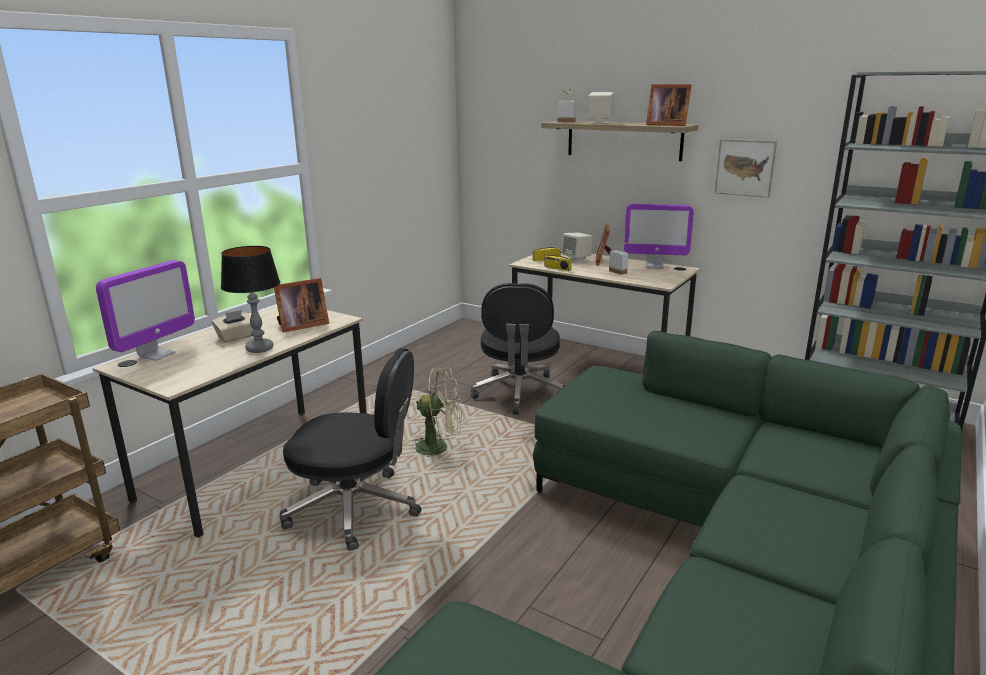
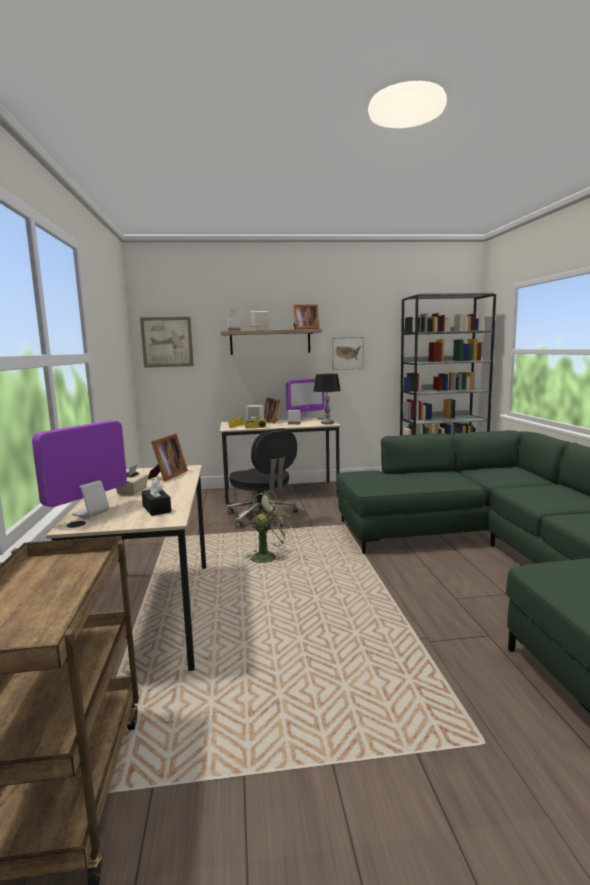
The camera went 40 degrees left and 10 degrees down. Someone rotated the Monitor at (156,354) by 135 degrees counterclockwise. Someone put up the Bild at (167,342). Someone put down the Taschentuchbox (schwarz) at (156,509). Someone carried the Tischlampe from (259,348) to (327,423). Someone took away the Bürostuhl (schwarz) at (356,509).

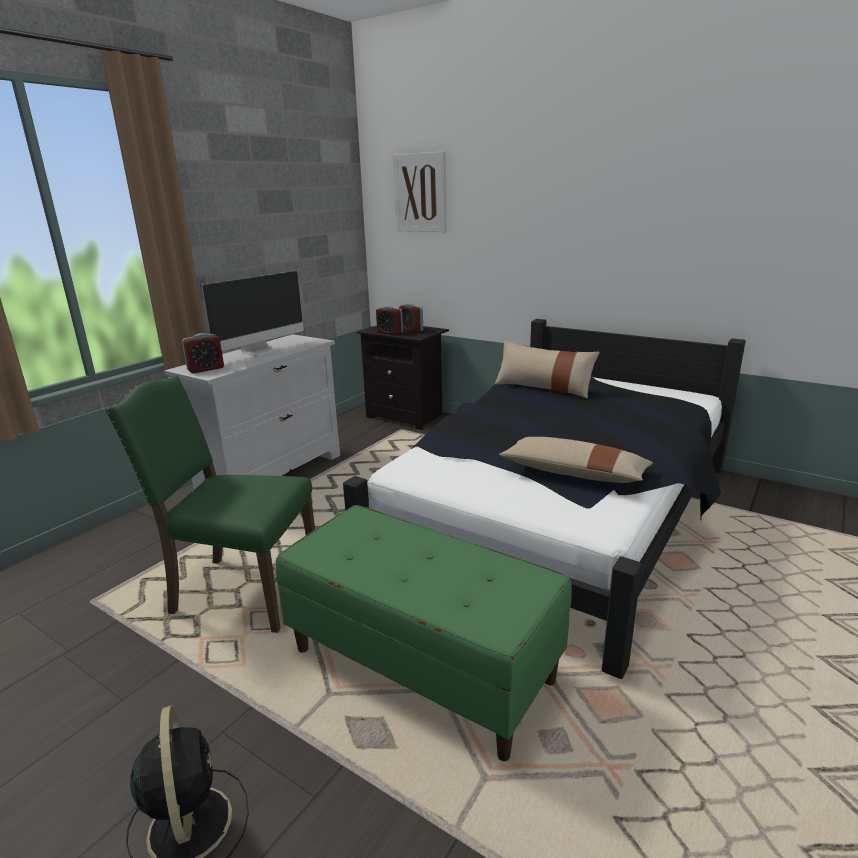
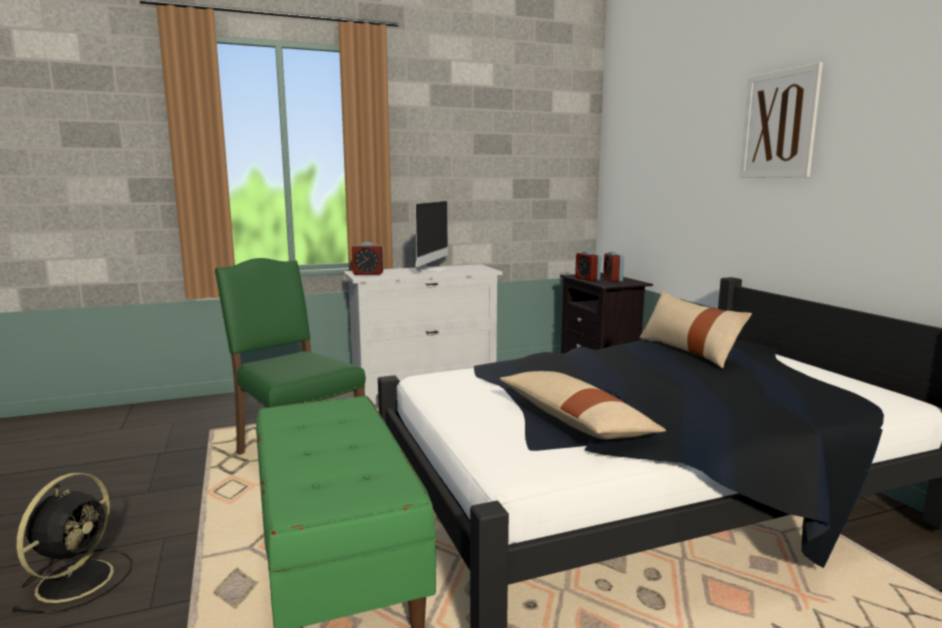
The camera went 35 degrees right and 10 degrees down. Someone rotated the Monitor at (262,350) by 60 degrees counterclockwise. Someone carried the Bild from (420,193) to (779,124).

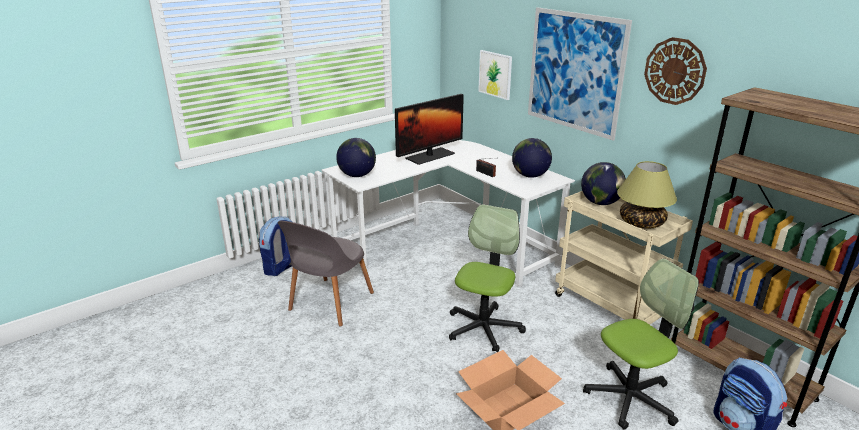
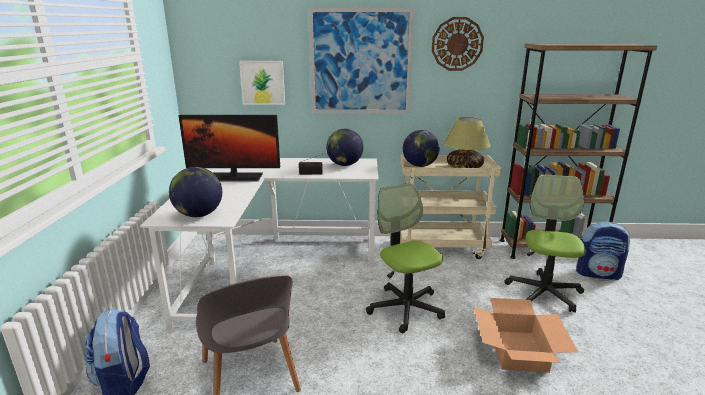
The camera went 50 degrees left and 5 degrees down. Someone rotated the Monitor at (430,156) by 90 degrees clockwise.

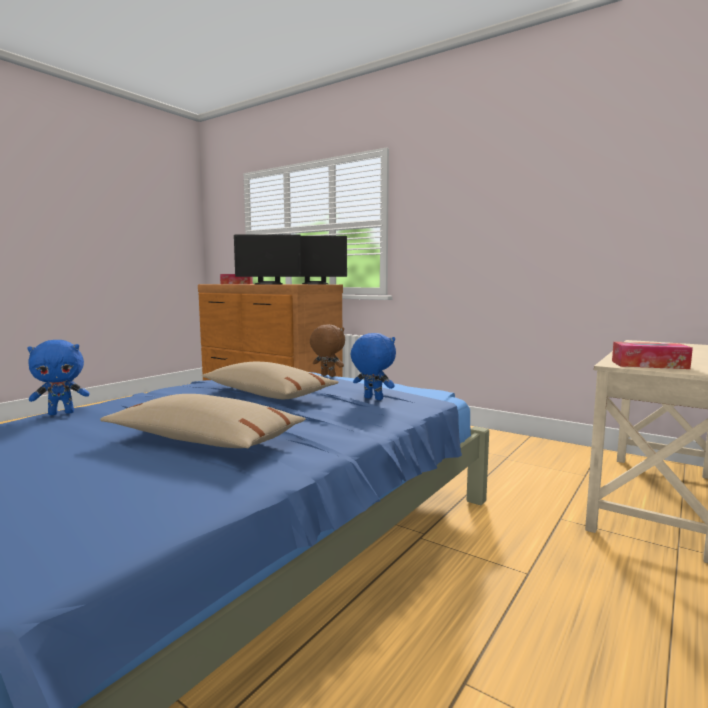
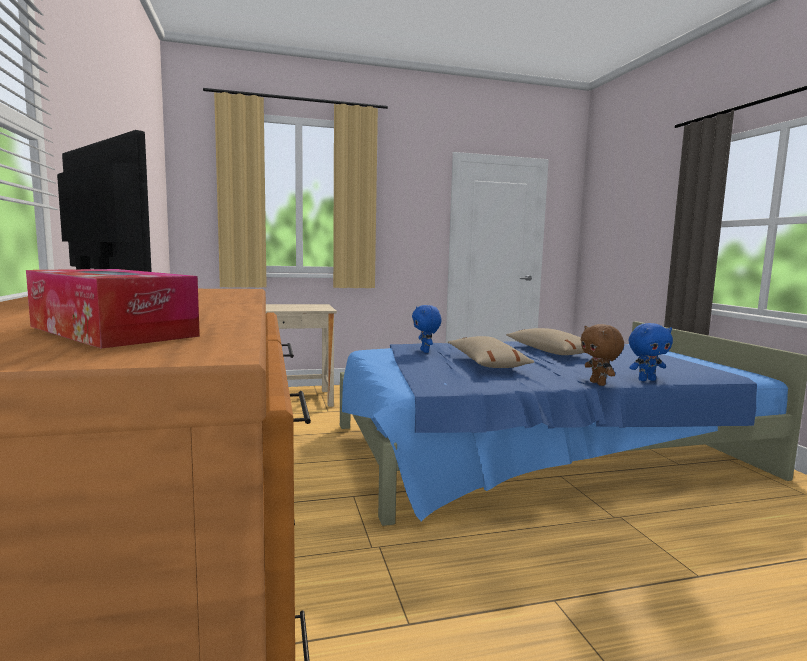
The camera went 140 degrees left and 0 degrees up. Someone carried the Plüschtier (braun) from (327,376) to (598,383). Someone rotated the Plüschtier (blau) at (61,413) by 150 degrees clockwise. Someone took away the Monitor at (269,284). Someone took away the Taschentuchbox at (649,365).

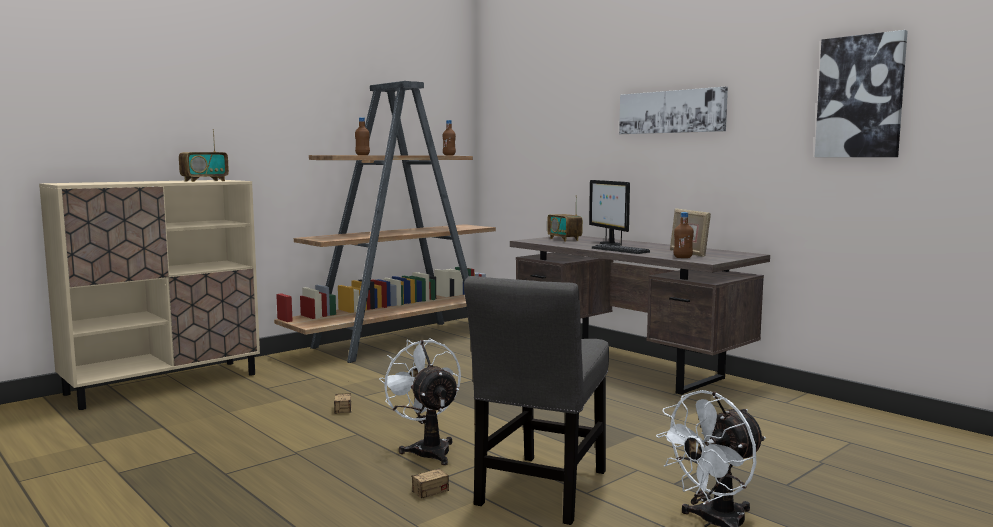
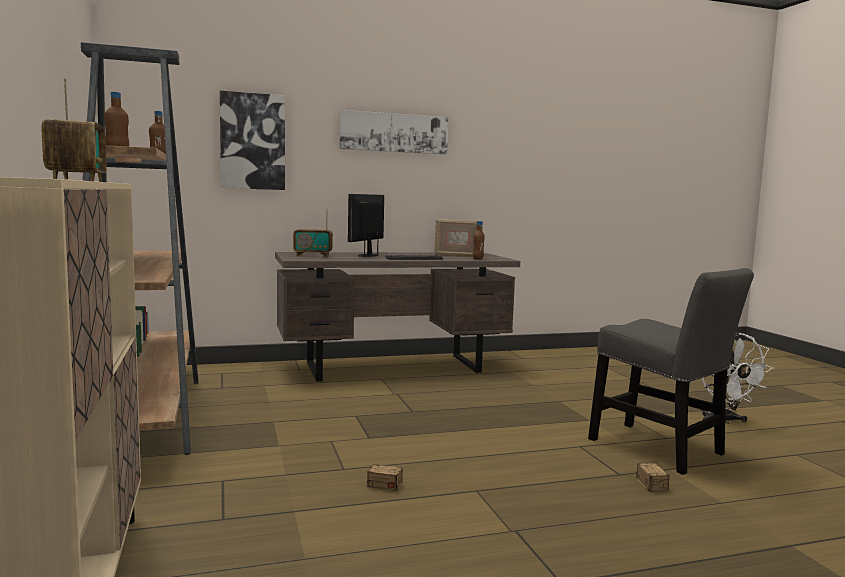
The camera went 65 degrees left and 0 degrees up. Someone carried the Bild from (860,97) to (252,141). Someone rotated the Monitor at (609,244) by 105 degrees clockwise. Someone took away the Ventilator (weiß) at (427,449).

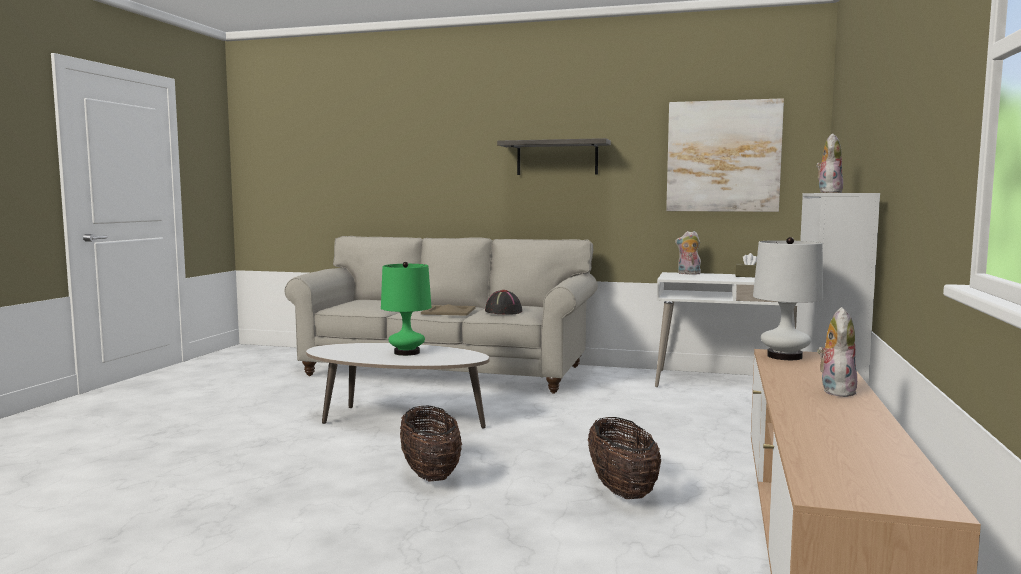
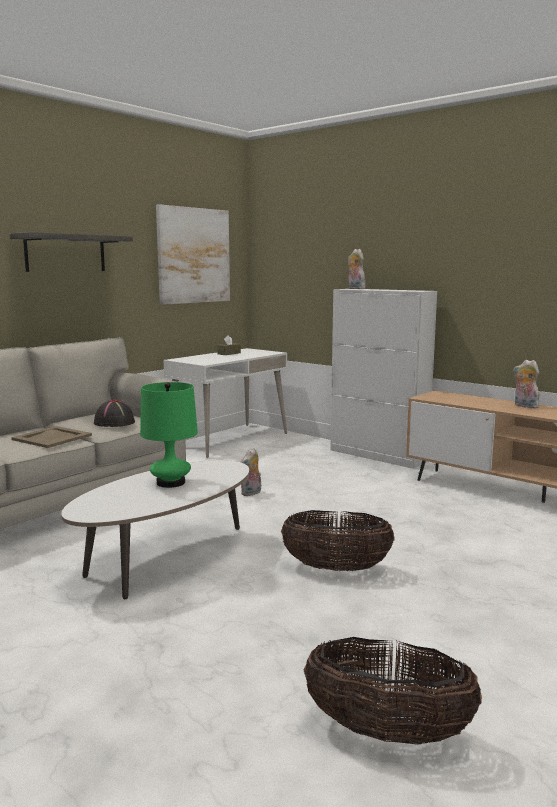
The camera went 65 degrees left and 5 degrees up. Someone carried the Plüschtier from (688,274) to (251,493). Someone carried the Korb from (622,490) to (387,732). Someone took away the Tischlampe (weiß) at (784,356).

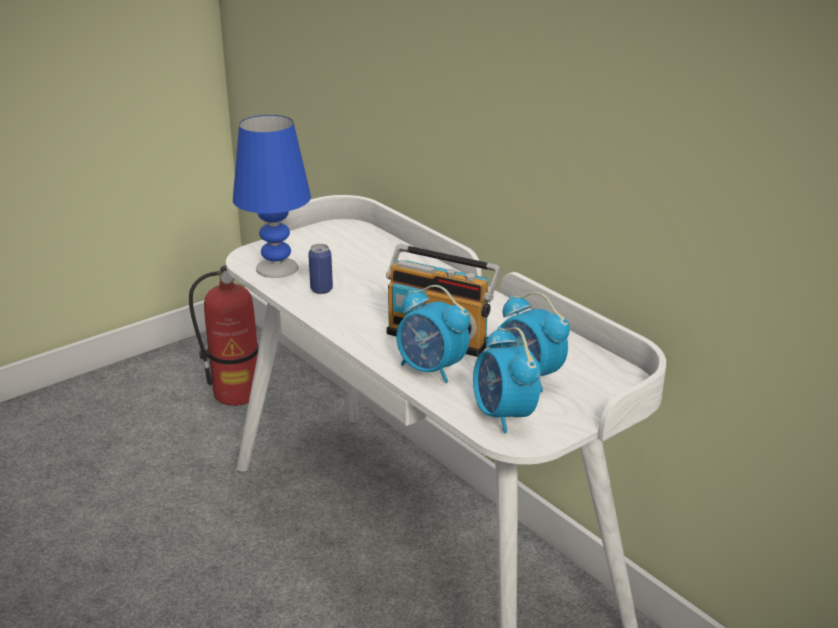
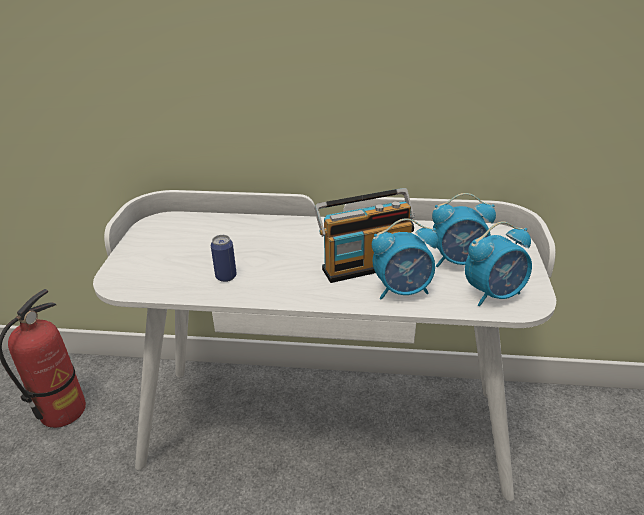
The camera went 45 degrees left and 5 degrees up. Someone rotated the Wecker at (503,415) by 45 degrees counterclockwise. Someone took away the Tischlampe (blau) at (276,268).

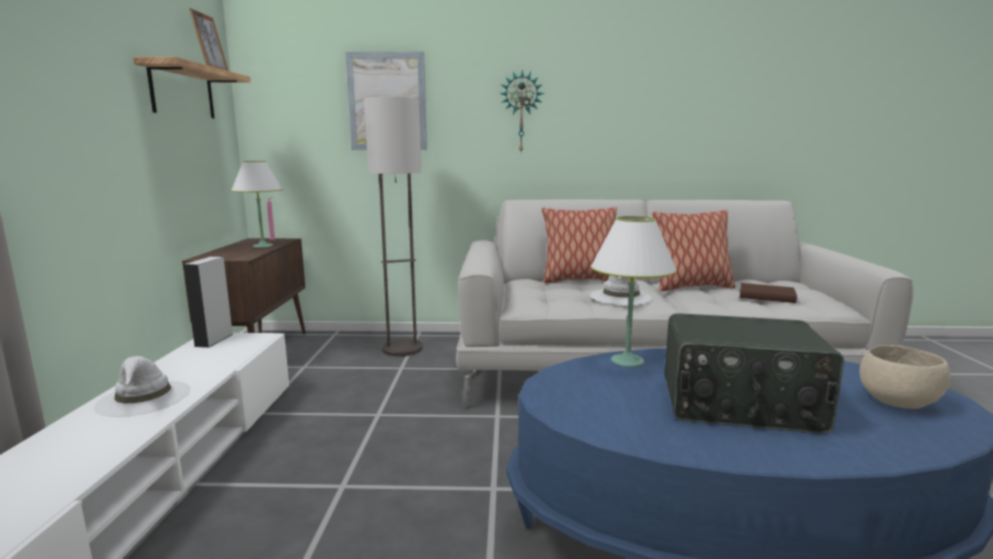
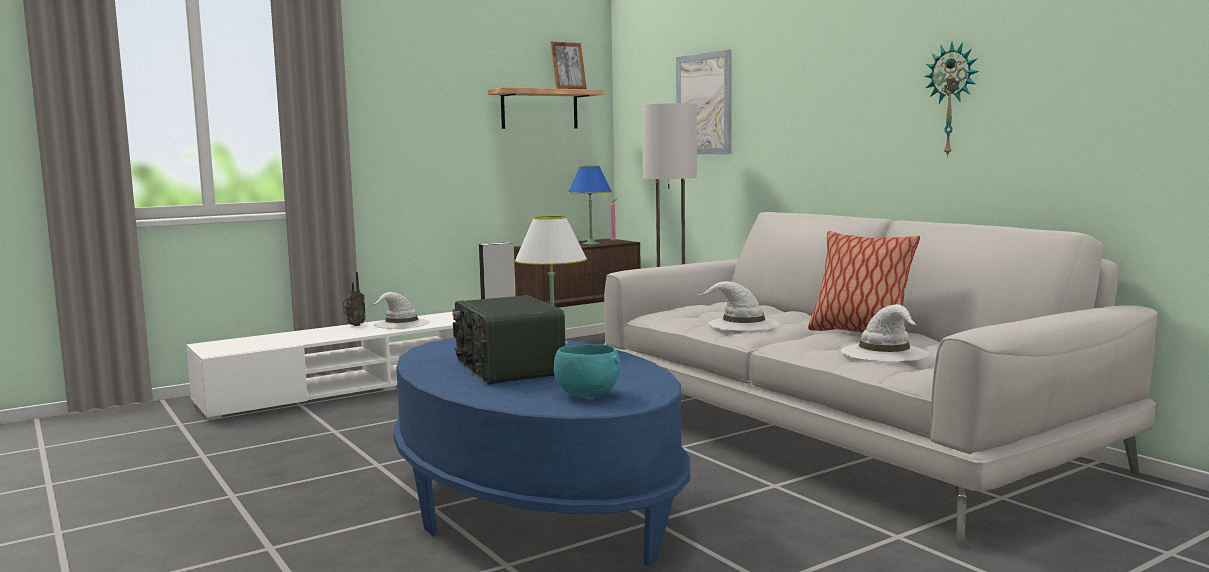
The camera went 55 degrees right and 5 degrees down. Someone put down the Radio at (354,325). Someone repainted the Schüssel (beige) at (896,402), which became the Schüssel (türkis) at (586,395). Someone repainted the Tischlampe (weiß) at (262,246), which became the Tischlampe (blau) at (591,243). Someone swapped the Buch (braun) at (766,296) for the Hut (weiß) at (885,352). Someone carried the Wanduhr from (521,112) to (952,99). Someone took away the Kissen at (579,280).

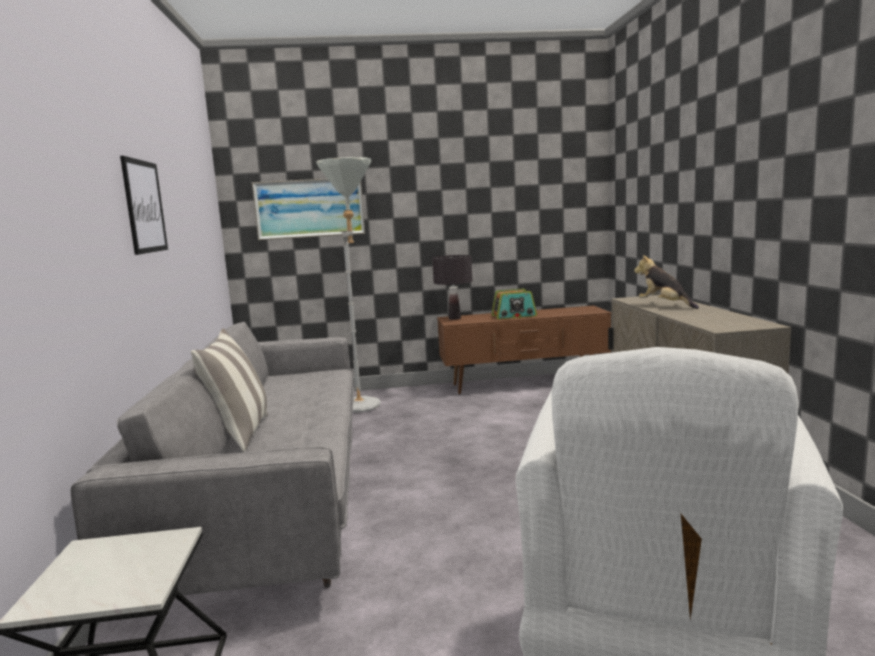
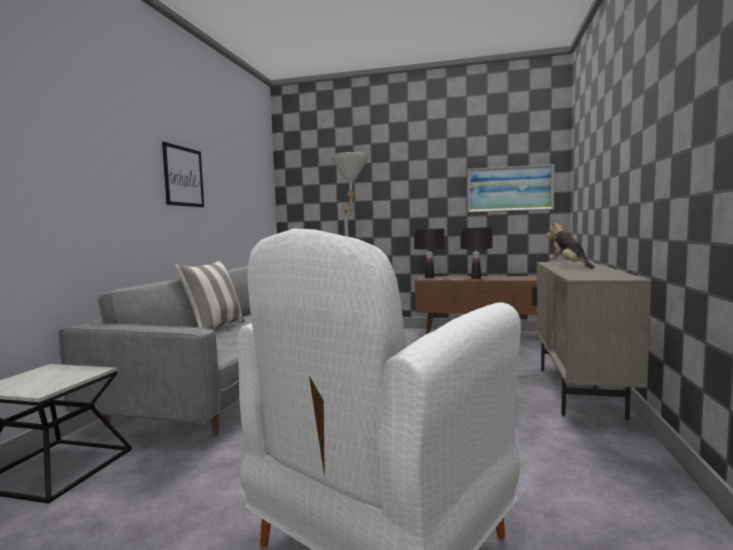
The camera went 20 degrees right and 5 degrees down. Someone swapped the Radio at (514,316) for the Tischlampe (schwarz) at (476,278). Someone carried the Bild from (309,208) to (509,189).

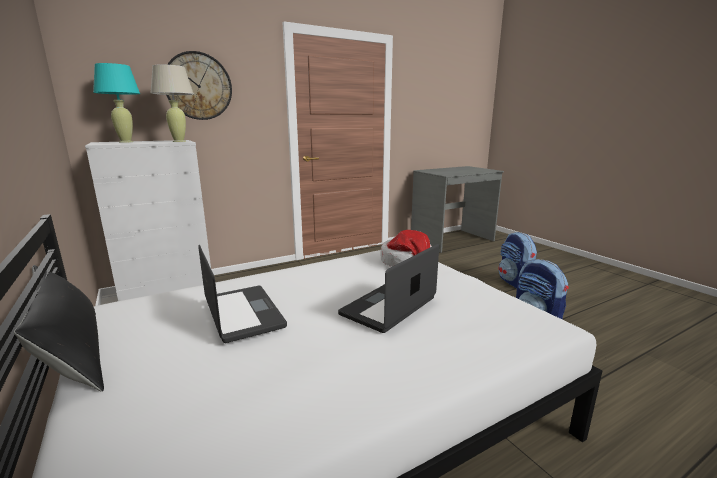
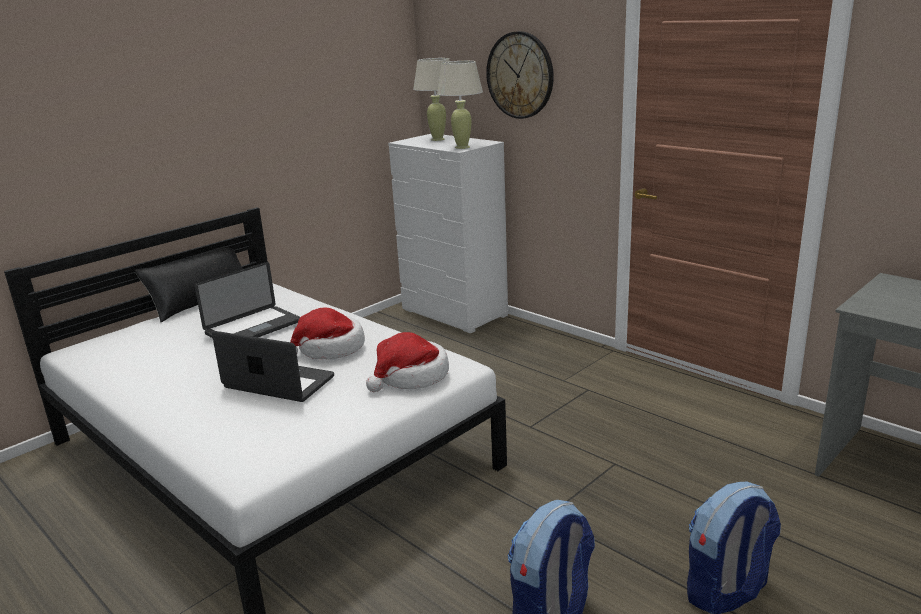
The camera went 75 degrees right and 5 degrees up. Someone put down the Hut at (329,349). Someone repainted the Tischlampe (türkis) at (126,142), which became the Tischlampe (beige) at (437,139).

